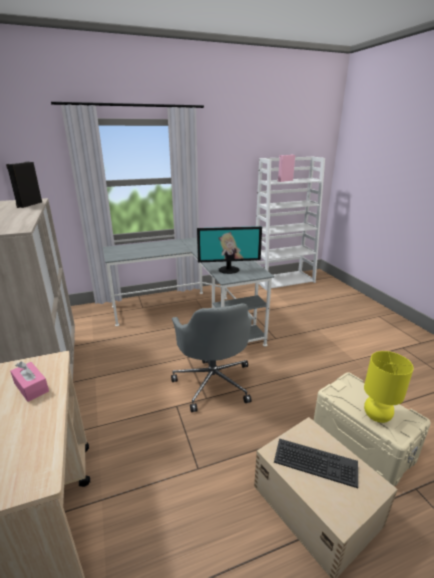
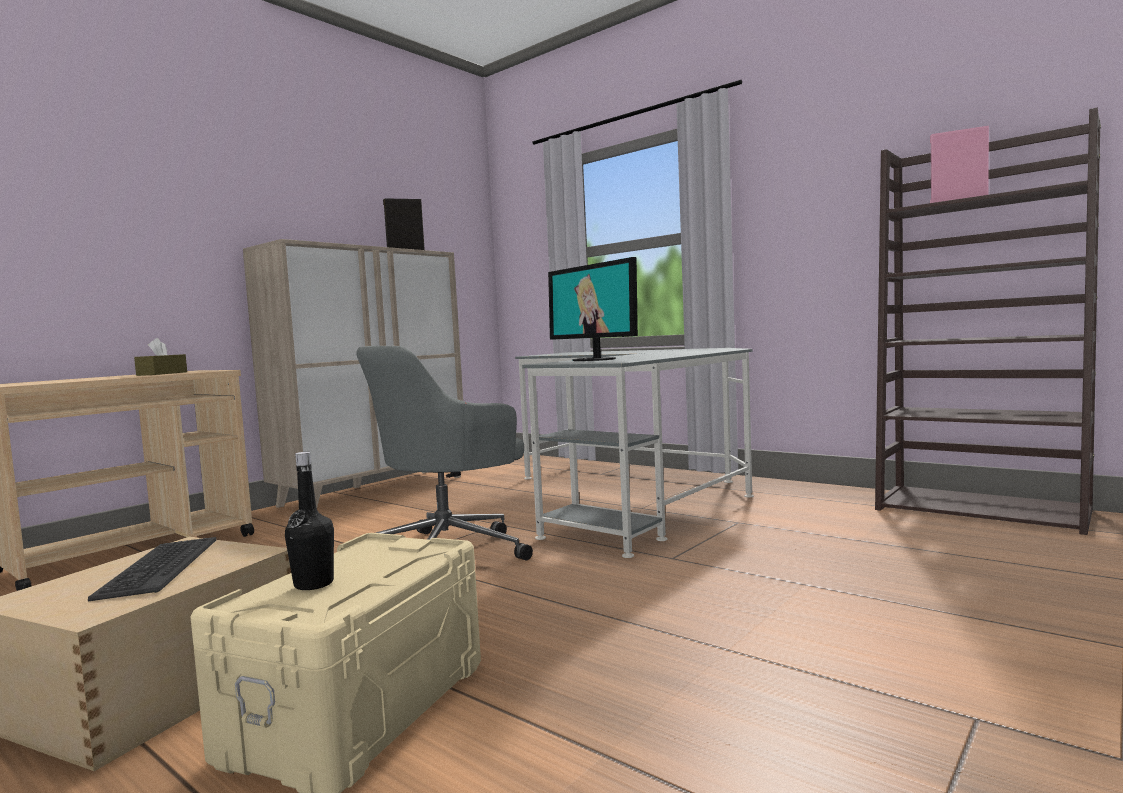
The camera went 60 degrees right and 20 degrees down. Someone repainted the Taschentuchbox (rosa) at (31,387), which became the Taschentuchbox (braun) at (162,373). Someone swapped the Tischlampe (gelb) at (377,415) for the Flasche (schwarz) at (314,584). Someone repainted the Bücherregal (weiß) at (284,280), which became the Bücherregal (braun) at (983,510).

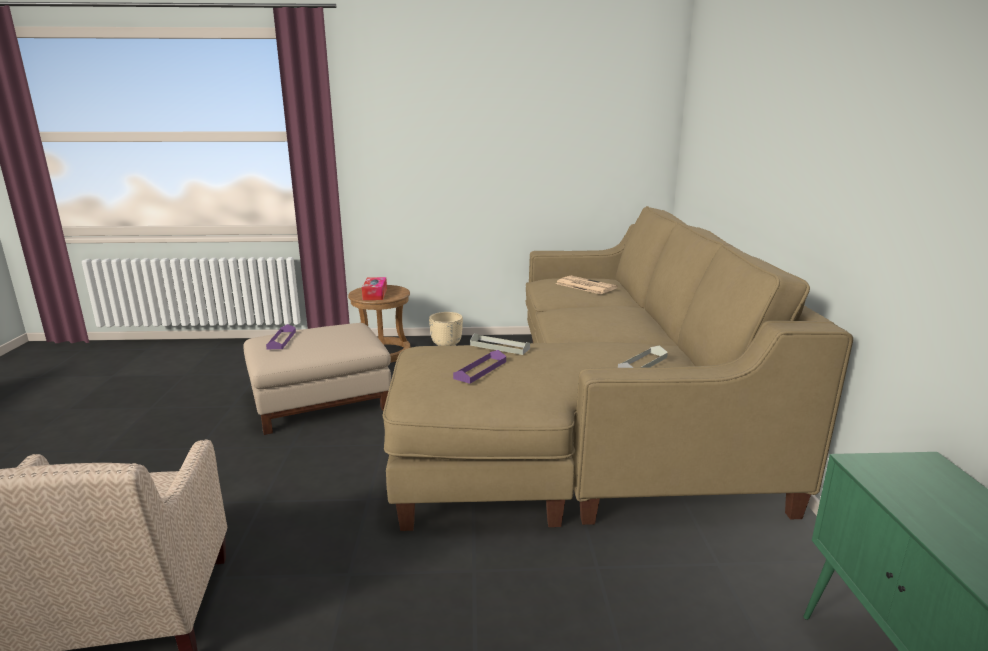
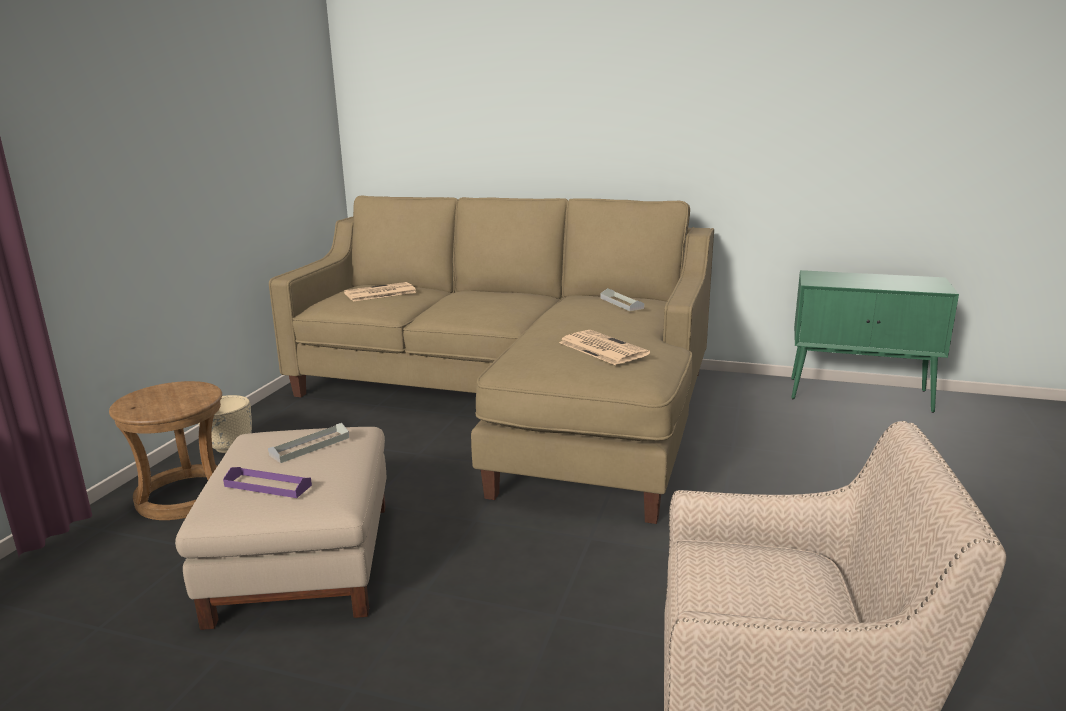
The camera went 70 degrees left and 0 degrees up. Someone carried the Tablett (grau) from (499,347) to (310,446). Someone swapped the Tablett (lila) at (480,370) for the Zeitung at (601,348). Someone took away the Taschentuchbox at (375,294).

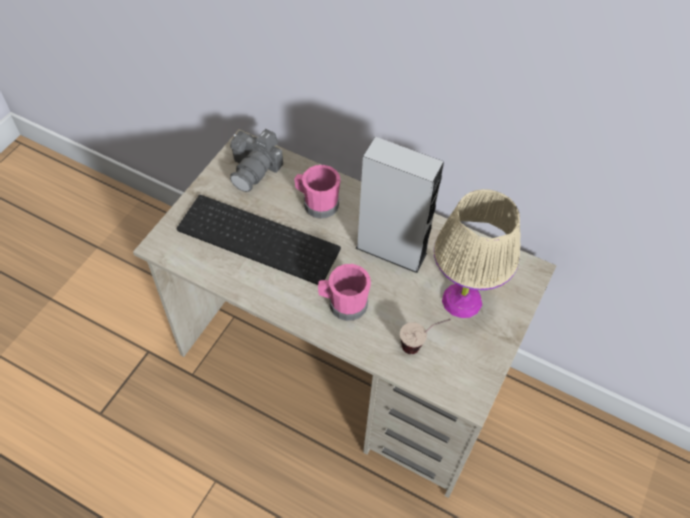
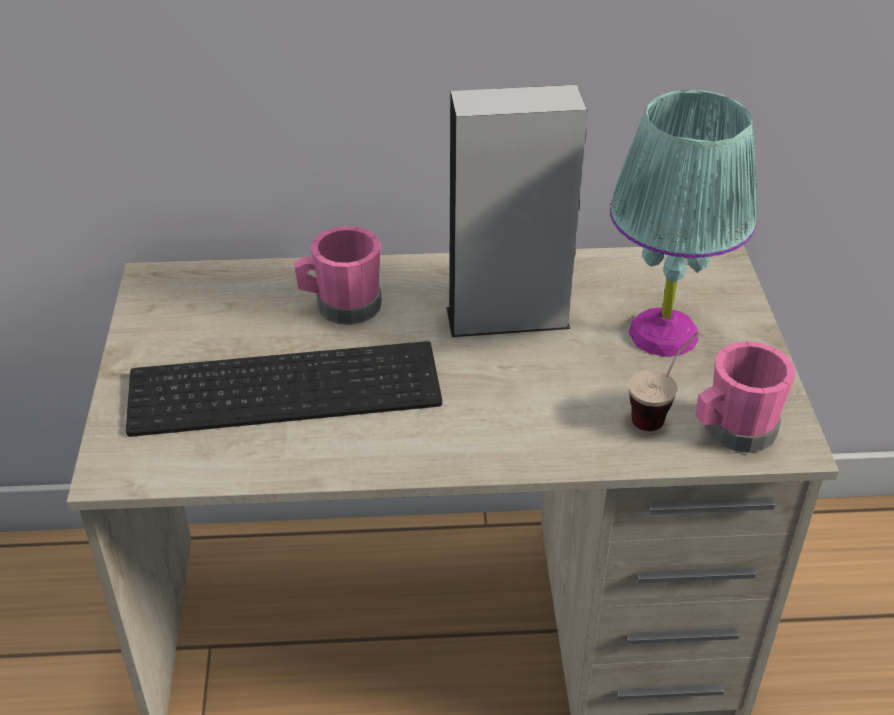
The camera went 30 degrees left and 15 degrees down. Someone repainted the Tischlampe (beige) at (462,301), which became the Tischlampe (türkis) at (664,334). Someone carried the Henkelbecher (rosa) from (343,304) to (732,431). Someone took away the Kamera at (255,168).

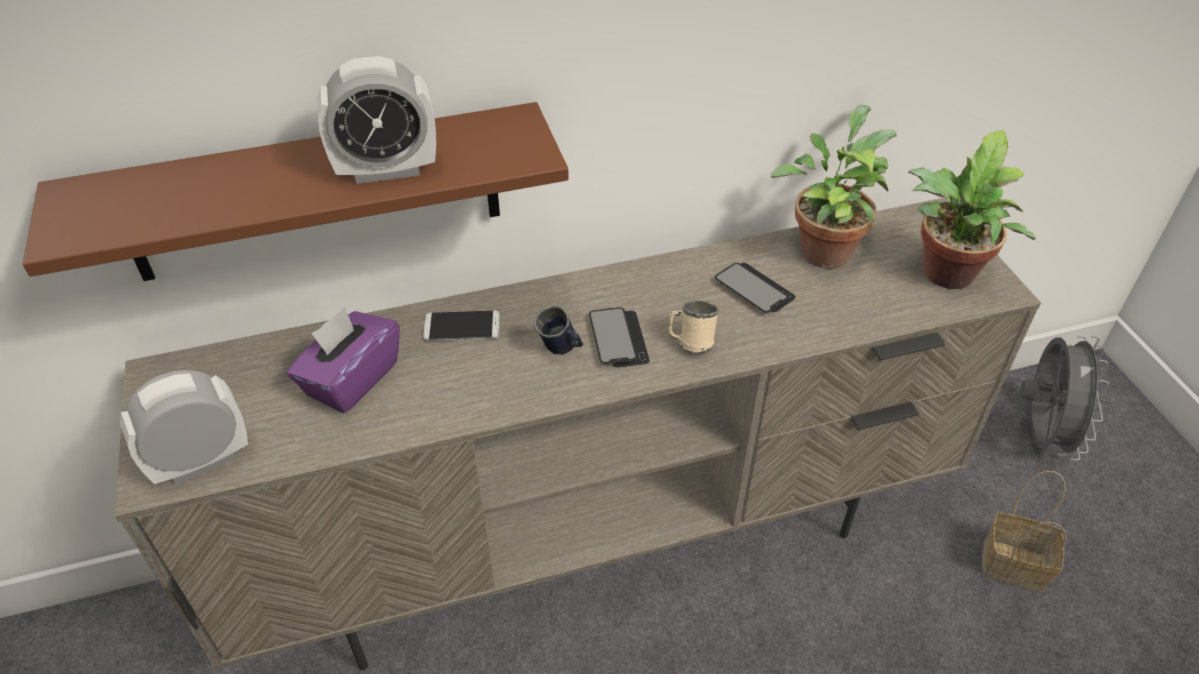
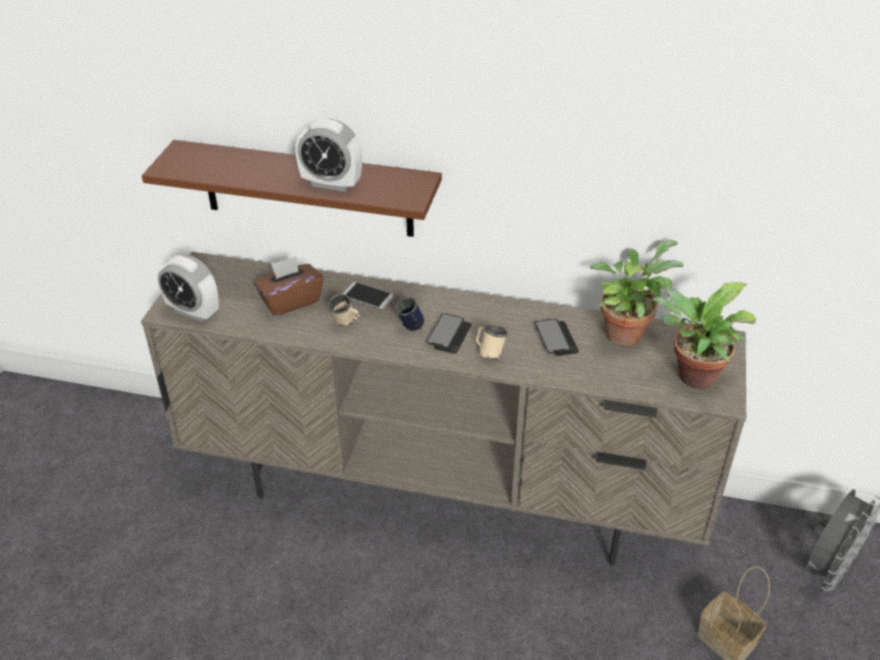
The camera went 30 degrees right and 5 degrees down. Someone rotated the Wecker at (201,461) by 150 degrees counterclockwise. Someone repainted the Taschentuchbox (lila) at (351,379), which became the Taschentuchbox (braun) at (290,301). Someone put down the Henkelbecher (beige) at (346,324).

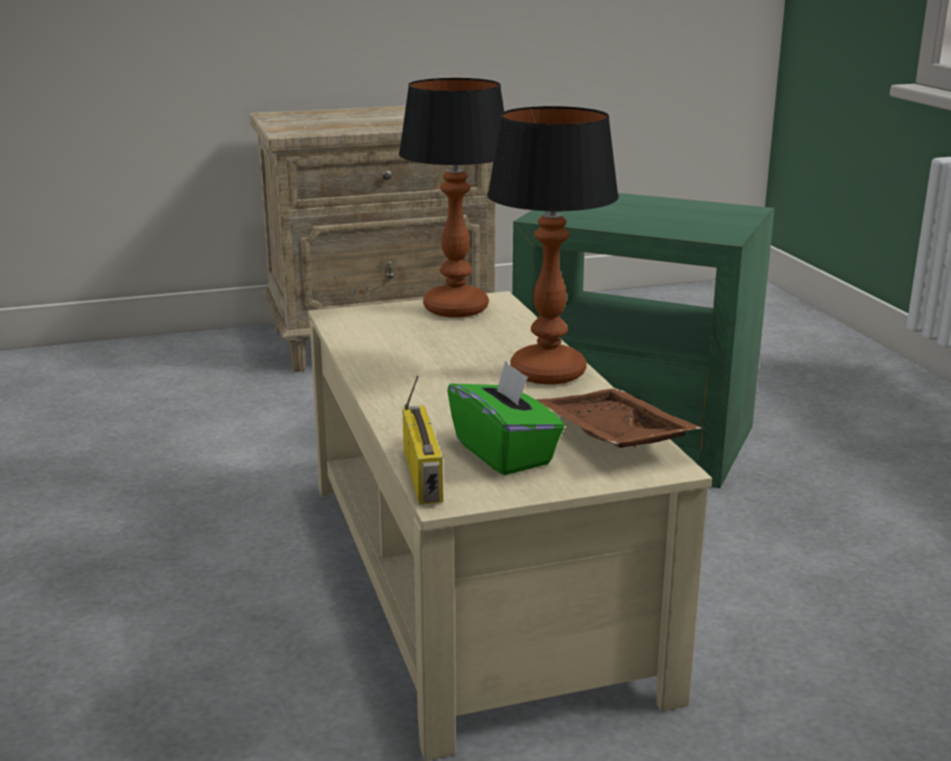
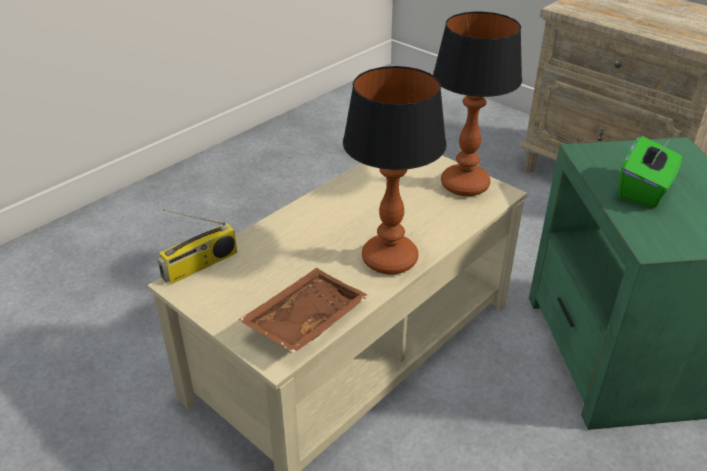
The camera went 60 degrees right and 15 degrees up. Someone carried the Taschentuchbox (grün) from (505,453) to (644,190).

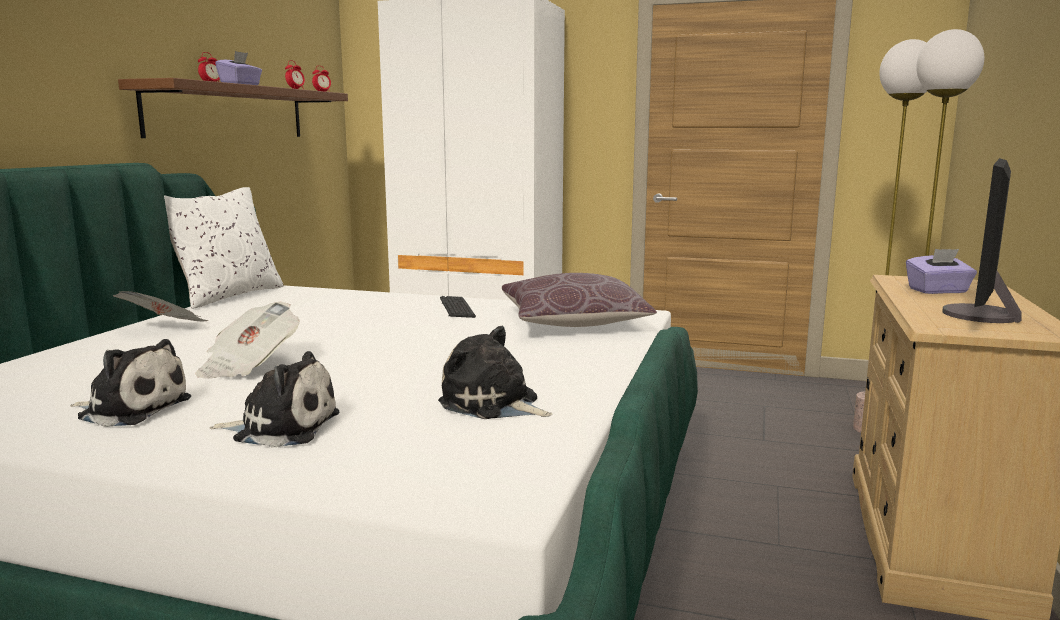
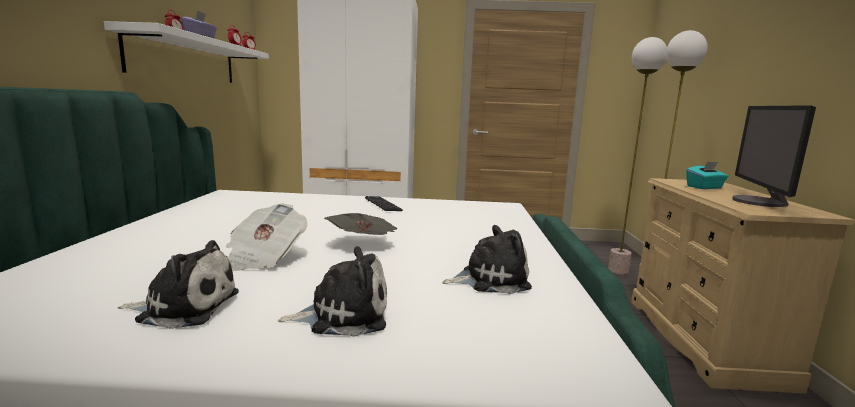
The camera went 15 degrees left and 0 degrees up. Someone repainted the Wandregal (braun) at (229,112), which became the Wandregal (weiß) at (186,59). Someone carried the Zeitung from (166,329) to (363,244). Someone rotated the Plüschtier at (493,404) by 150 degrees clockwise. Someone repainted the Taschentuchbox (lila) at (938,291), which became the Taschentuchbox (türkis) at (704,187). Someone took away the Kissen (weiß) at (227,296). Someone took away the Kissen (braun) at (573,323).

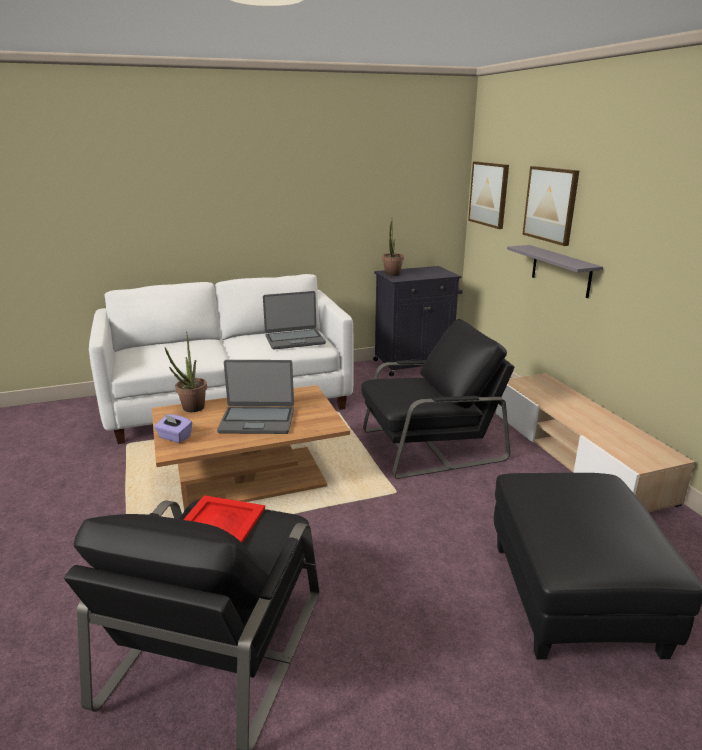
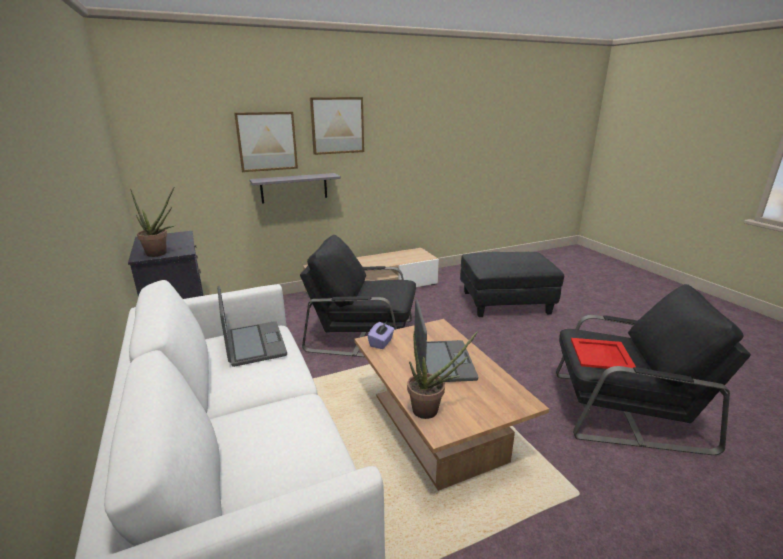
The camera went 95 degrees left and 0 degrees up. Someone rotated the Sessel (schwarz) at (430,445) by 60 degrees counterclockwise. Someone carried the Bild from (489,194) to (337,125). Someone carried the Taschentuchbox (lila) from (174,437) to (381,342).

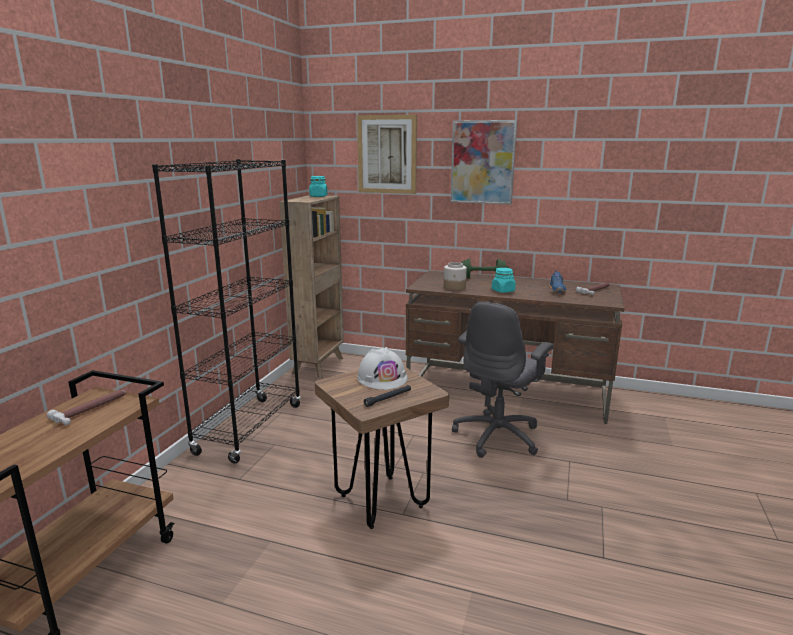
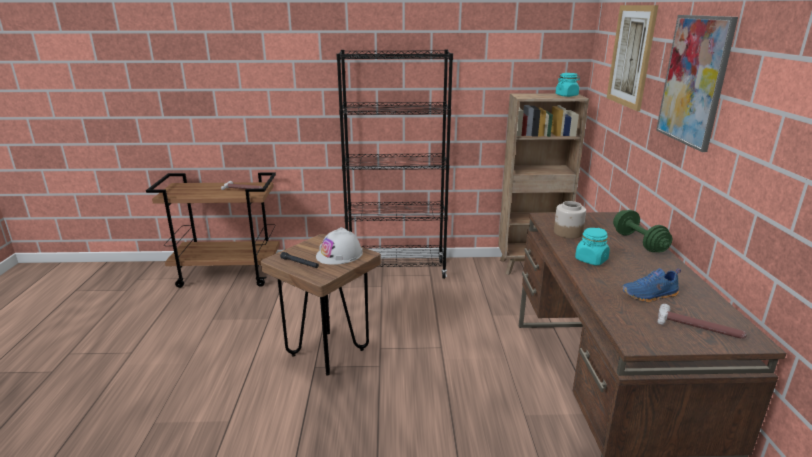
The camera went 70 degrees right and 5 degrees up. Someone took away the Bürostuhl (grau) at (498,436).

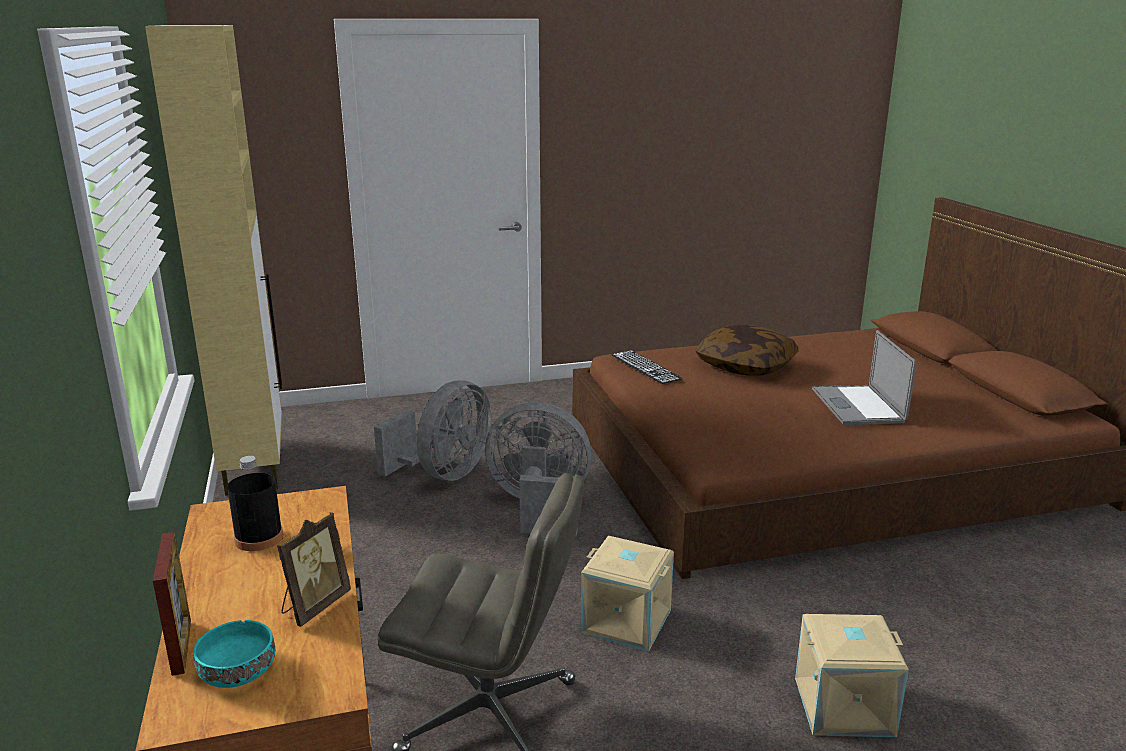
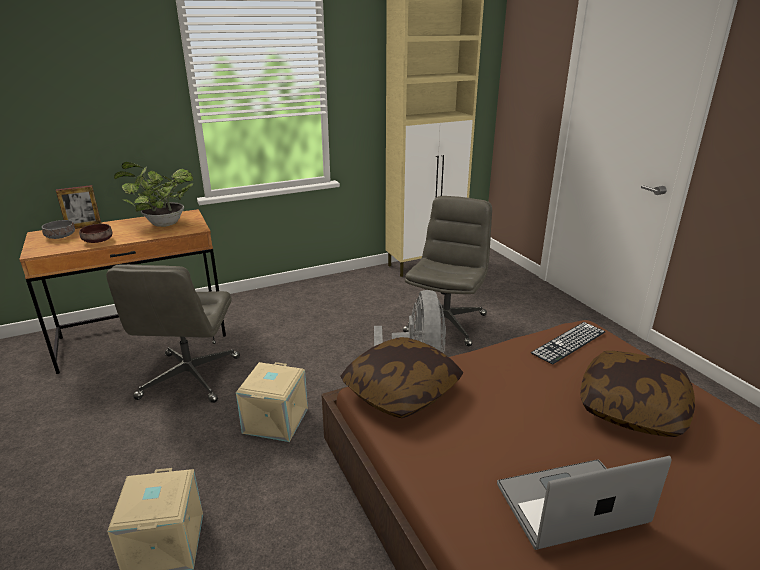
The camera went 80 degrees right and 5 degrees up. Someone repainted the Schüssel (türkis) at (236,673), which became the Schüssel (grau) at (60,236). Someone swapped the Bilderrahmen at (314,606) for the Schüssel (braun) at (99,241). Someone swapped the Flasche (schwarz) at (259,538) for the Topfpflanze at (162,224). Someone put down the Kissen at (401,391). Someone swapped the Ventilator (grau) at (444,474) for the Bürostuhl (grau) at (445,323).

